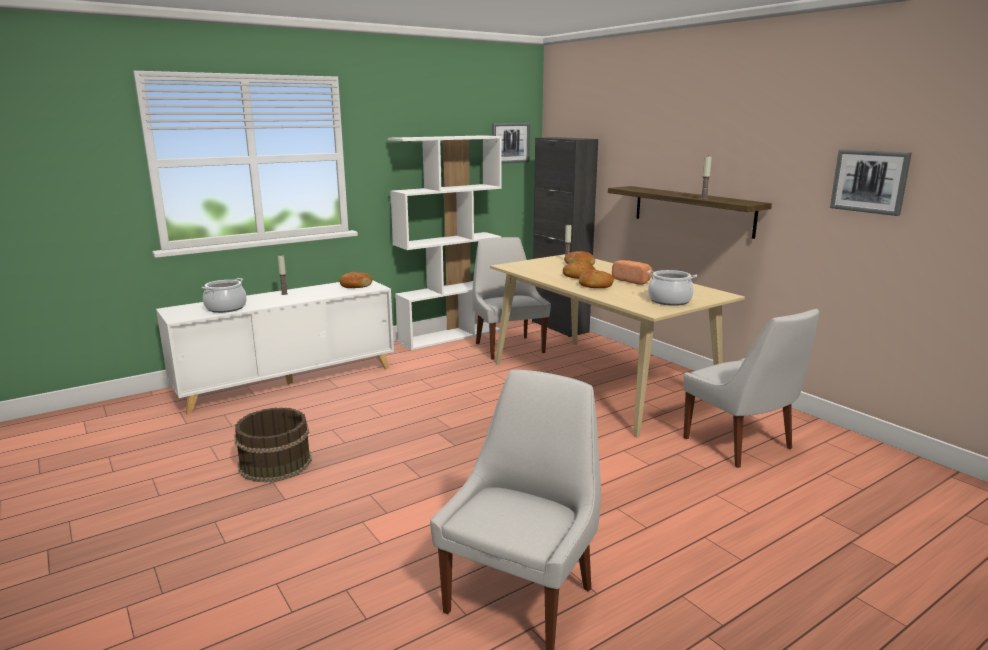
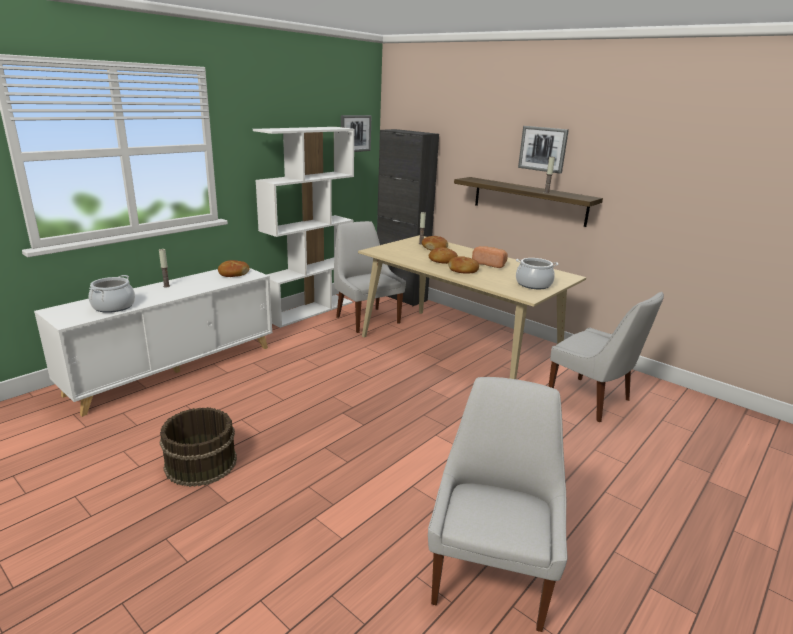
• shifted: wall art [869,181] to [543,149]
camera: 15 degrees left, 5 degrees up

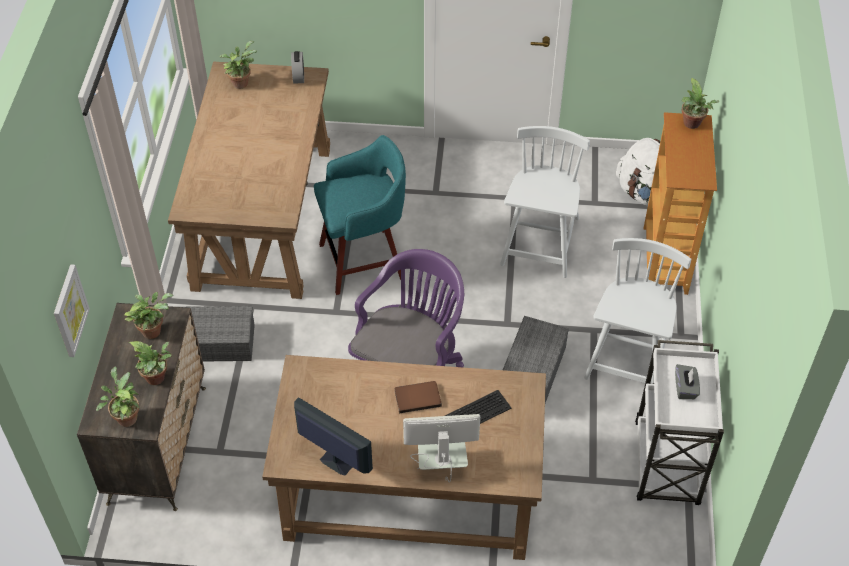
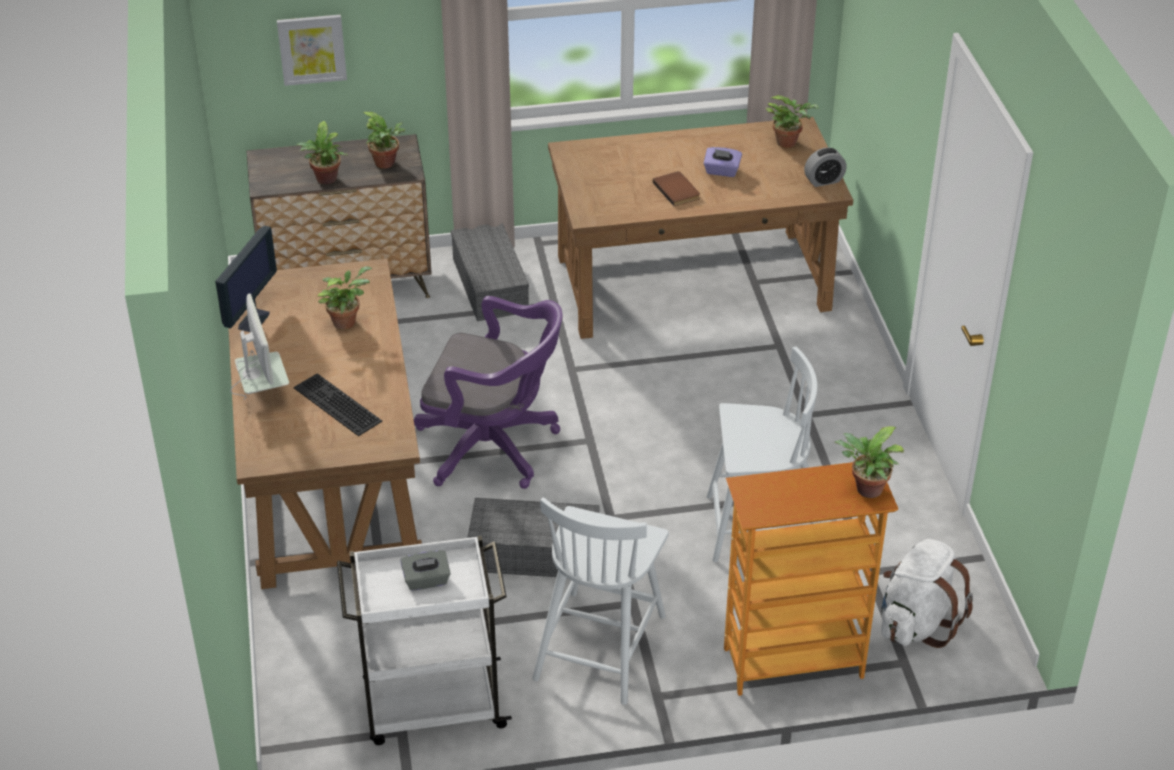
• gone: stool (turquoise-coloured) [364,261]
• rotated: upright chair (white-coloured) [629,356] = [600,645] 105 degrees clockwise
• shifted: houseplant [125,417] to [346,321]
• shifted: bound book (brown-coloured) [417,397] to [678,190]
• new: box of tissues (purple) [721,171]
camera: 75 degrees right, 10 degrees down

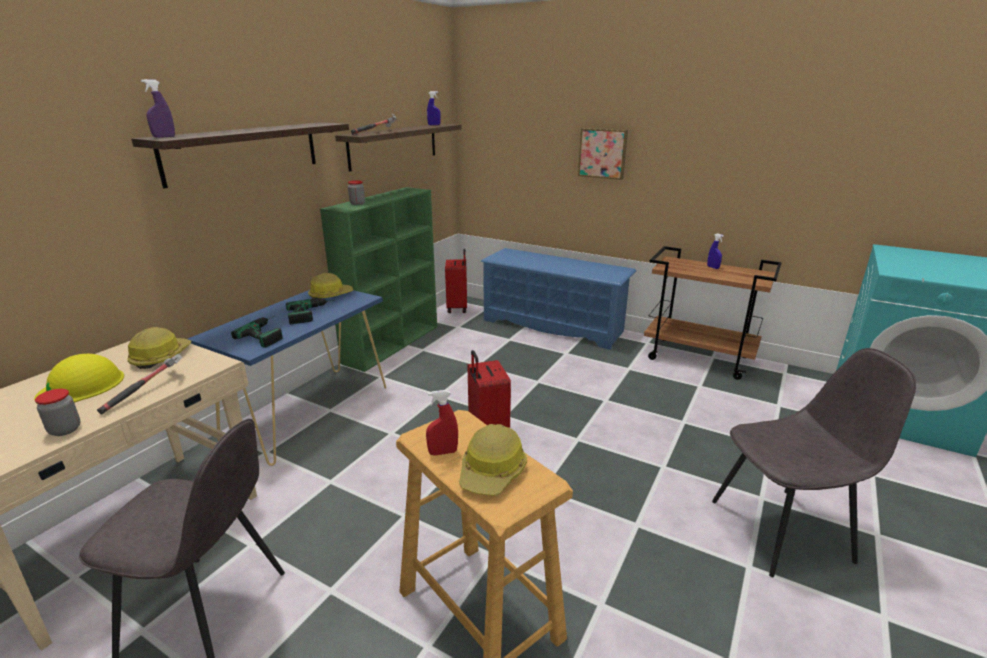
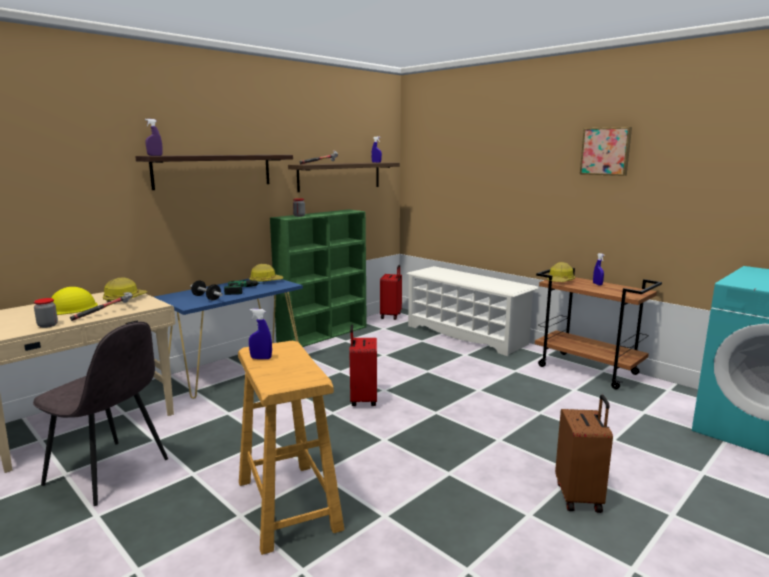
• shifted: wall art [603,153] to [606,151]
• repainted: shoe shelf (blue-coloured) [553,326] to shoe shelf (white-coloured) [467,335]
• swapped: power drill [268,333] to hand weight [206,298]
• swapped: upright chair (gray) [783,530] to travel case (brown-coloured) [580,497]
• repainted: spray bottle (reddish) [443,452] to spray bottle (blue-coloured) [261,358]
• shifted: safety helmet [492,472] to [560,281]
camera: 15 degrees right, 10 degrees down

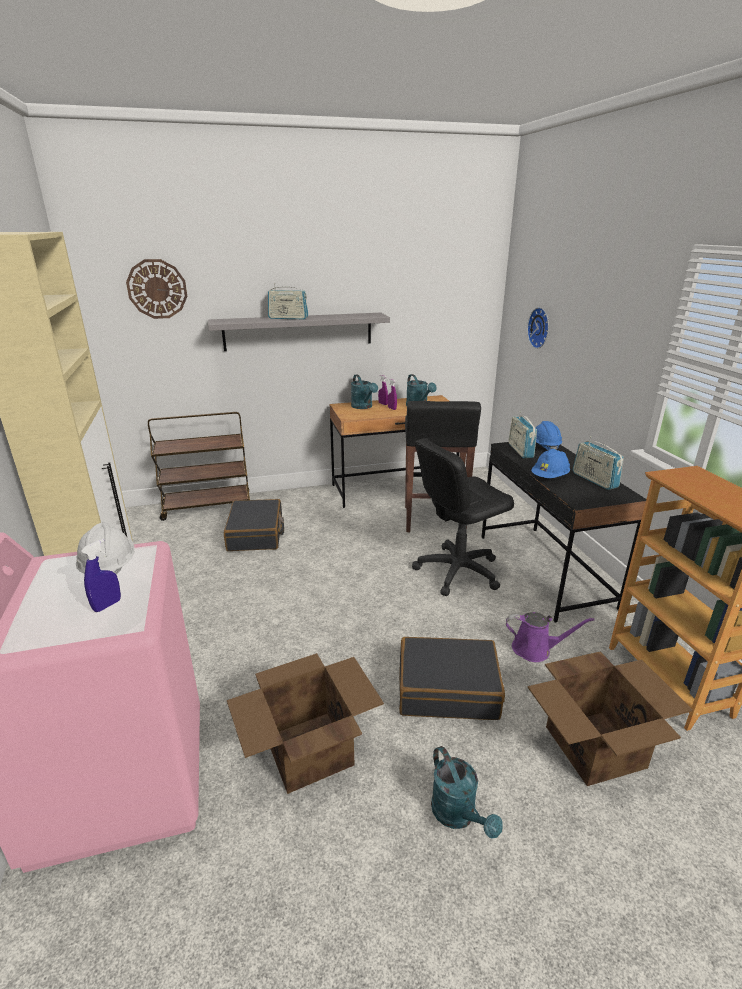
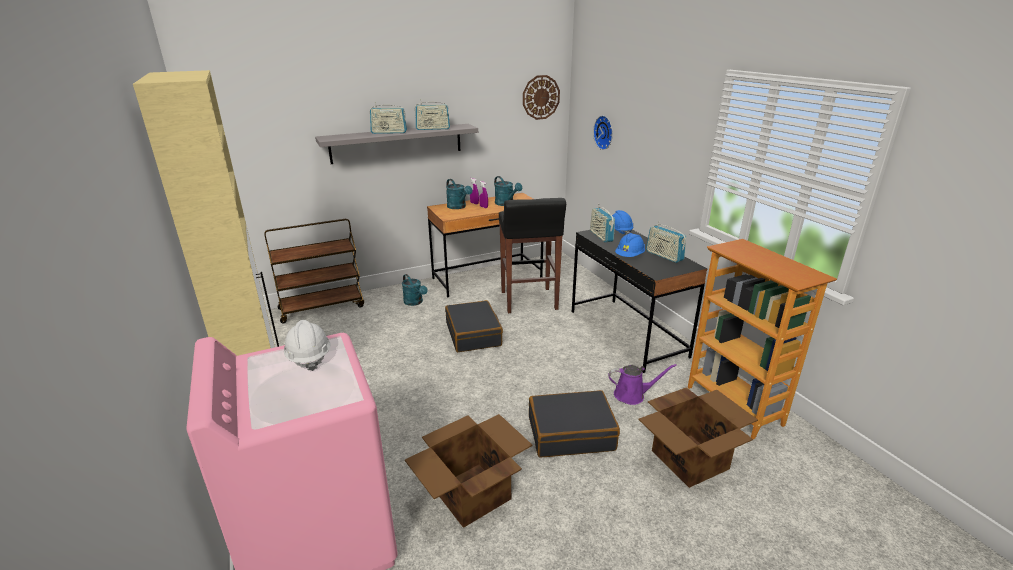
• shifted: hanging clock [157,289] to [541,97]
• gone: computer chair (black-coloured) [457,571]
• shifted: travel case (black-coloured) [256,534] to [473,334]
• gone: spray bottle (blue-coloured) [107,605]
• shifted: watering can (turquoise-coloured) [458,815] to [415,302]
• new: radio [433,129]
camera: 10 degrees left, 0 degrees up

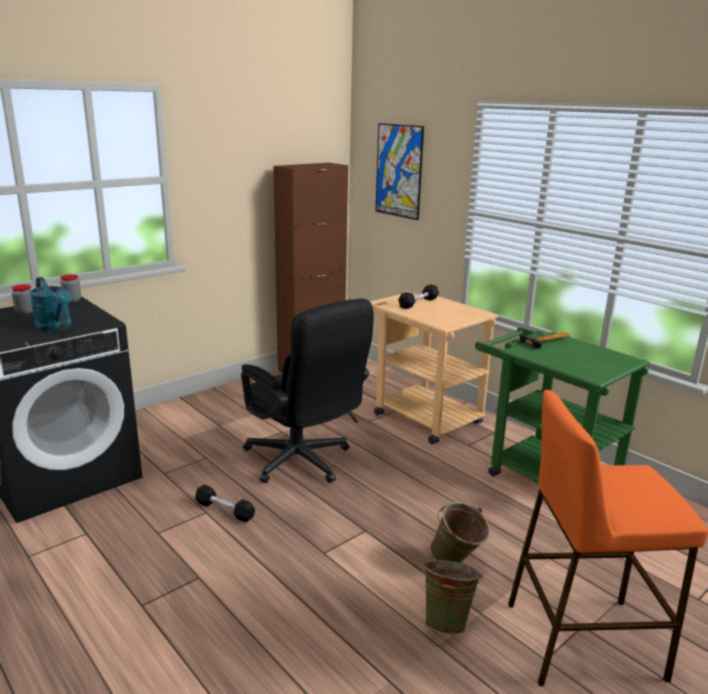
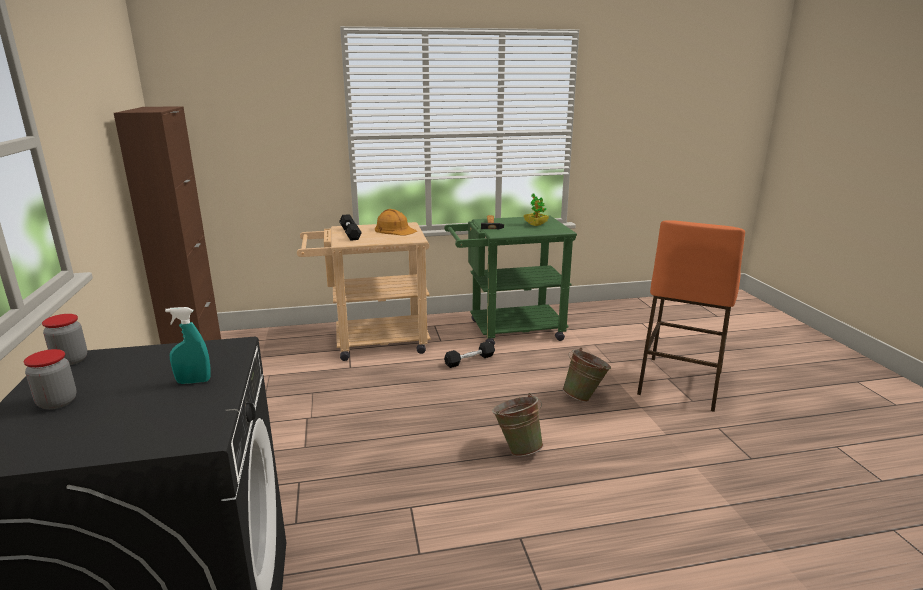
• gone: wall art [399,171]
• swapped: watering can (turquoise-coloured) [56,327] to spray bottle (turquoise-coloured) [193,381]
• gone: computer chair (black-coloured) [303,463]
• shifted: hand weight (black-coloured) [224,510] to [469,360]
• shifted: pail (greenish) [447,620] to [517,448]
• new: houseplant [535,224]
• new: safety helmet (orangey) [395,230]
camera: 60 degrees left, 0 degrees up

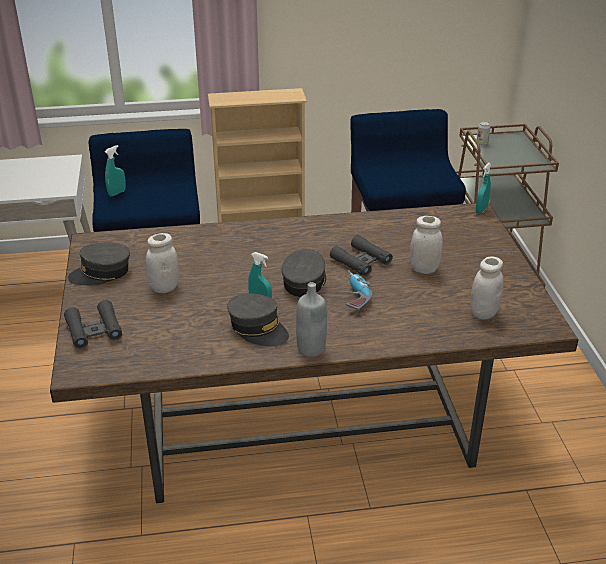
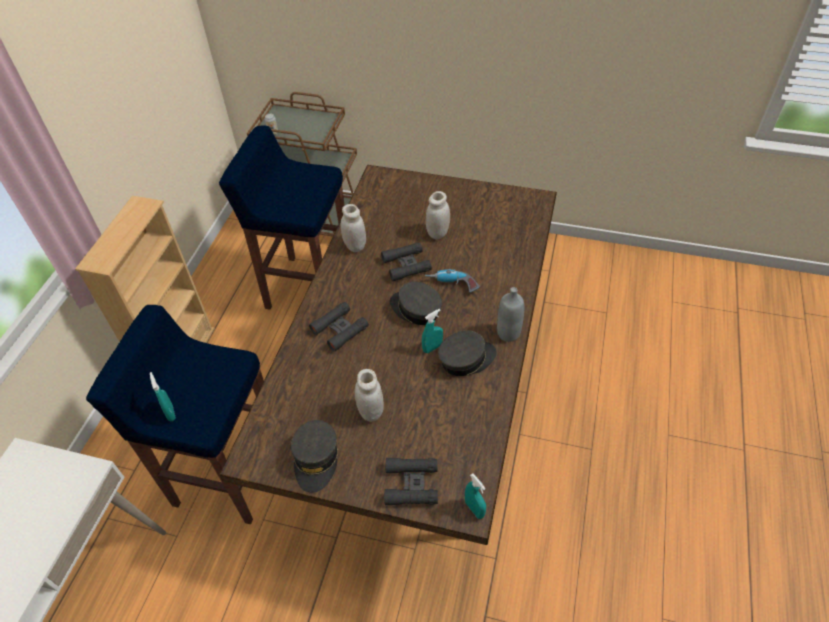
• shifted: spray bottle (turquoise-coloured) [481,210] to [474,509]
• shifted: storage jar (white-coloured) [483,313] to [355,246]
• new: binoculars (black-coloured) [339,329]
camera: 65 degrees left, 15 degrees up

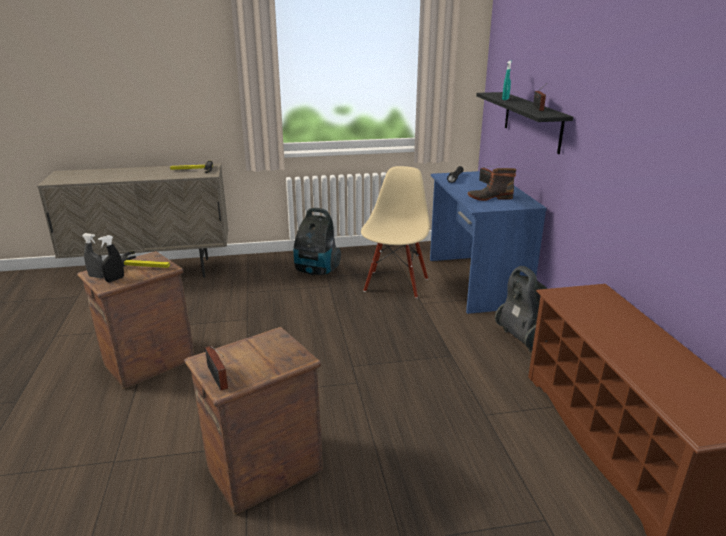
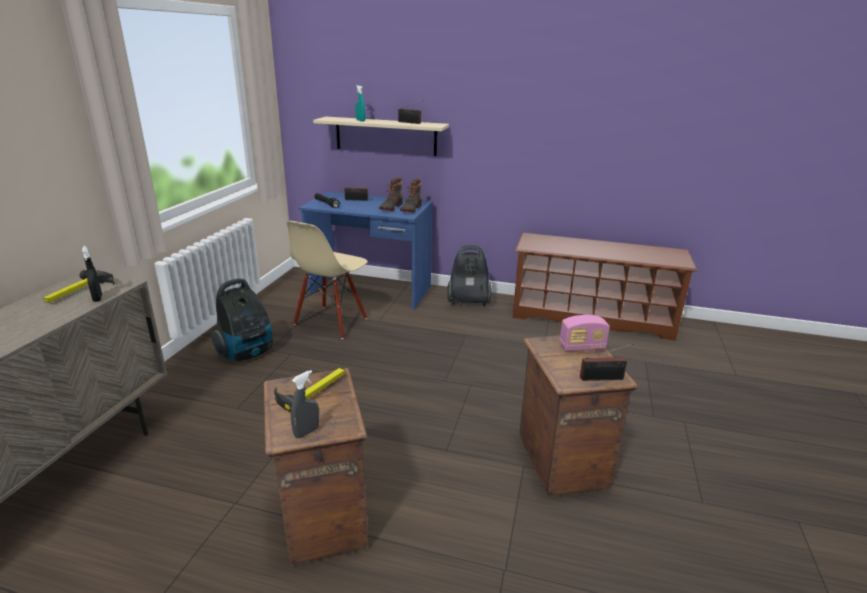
• repainted: shelf (black-coloured) [532,121] to shelf (beige) [385,136]
• rotated: upright chair (beige) [395,284] = [331,322] 105 degrees counterclockwise
• shifted: spray bottle (black-coloured) [115,279] to [97,298]
• new: boot [410,209]
• new: radio [582,347]
camera: 65 degrees left, 0 degrees up

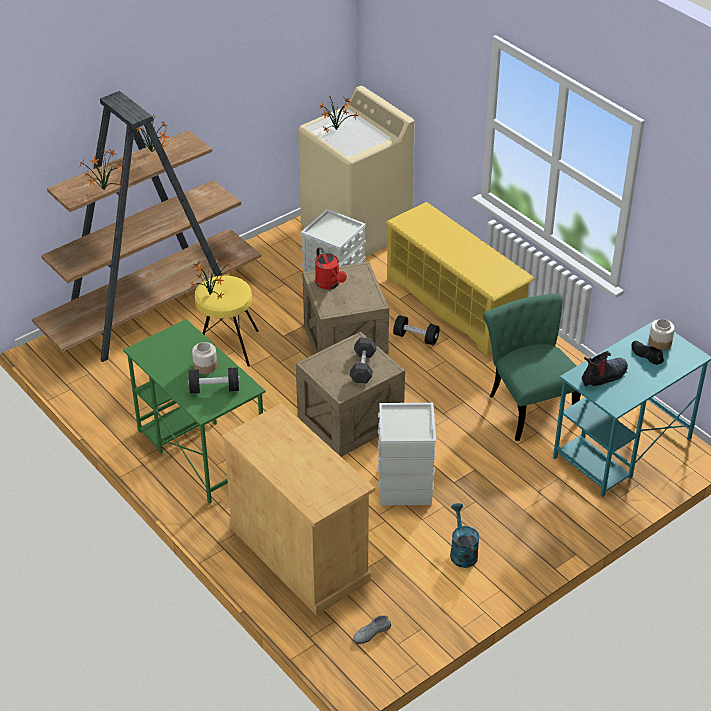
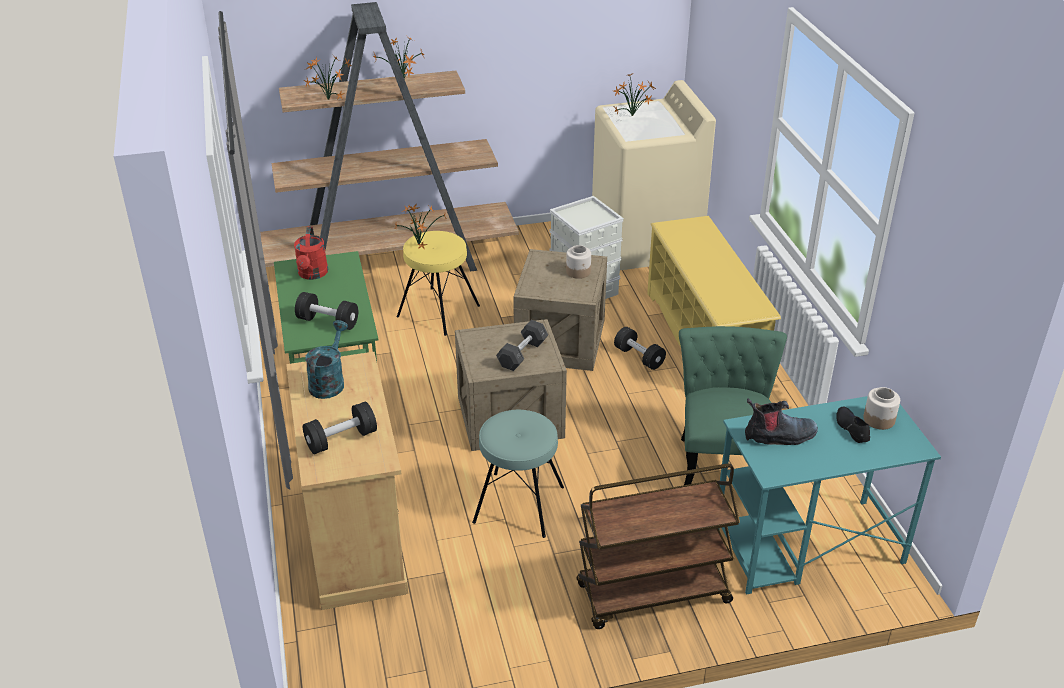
• shifted: watering can (reddish) [330,284] to [312,274]
• shifted: storage jar [205,366] to [578,272]
• swapped: storage box (gray) [404,487] to stool (turquoise-coloured) [519,504]
• shifted: watering can (turquoise-coloured) [462,551] to [329,382]
• gone: shoe (gray) [371,633]
• new: hand weight (black-coloured) [341,439]
• new: cart (brown-coloured) [652,595]
camera: 25 degrees right, 5 degrees down

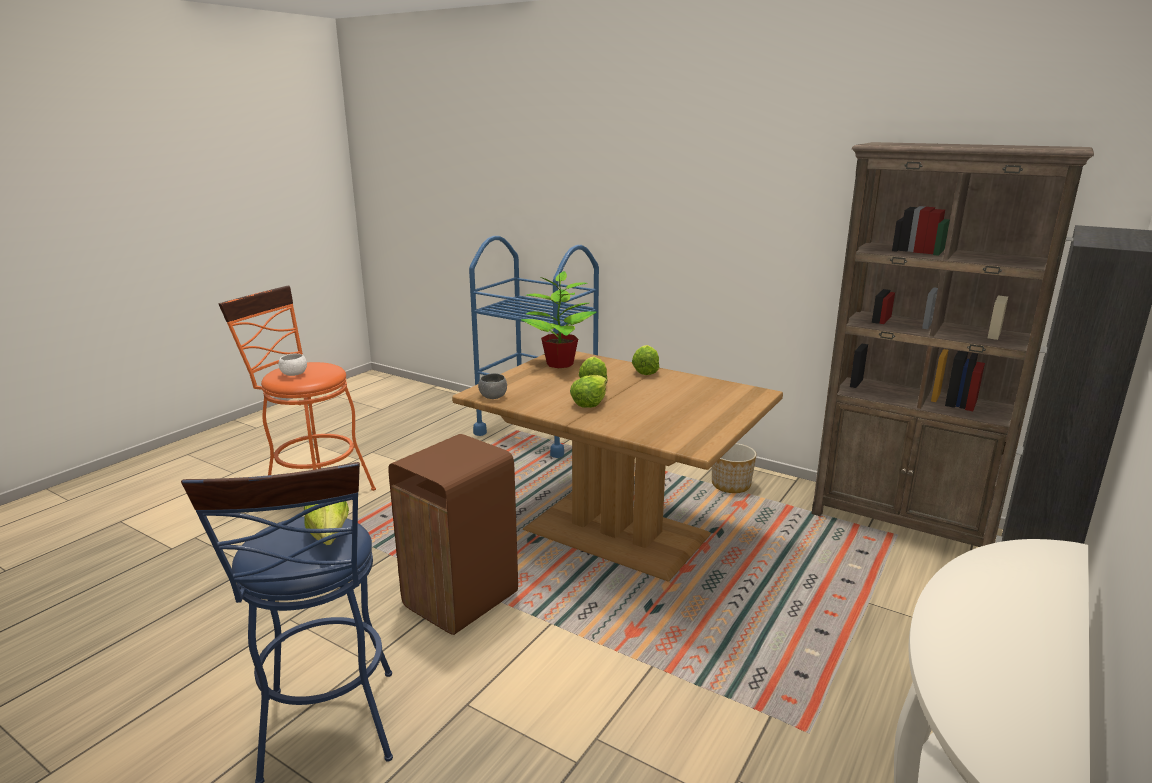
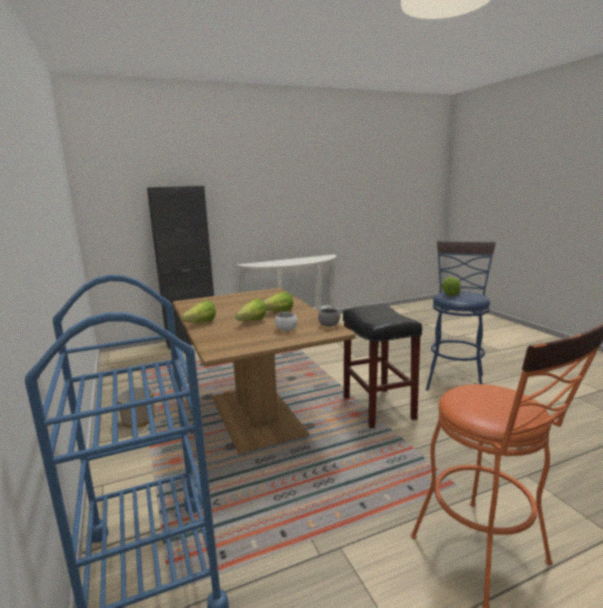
• gone: shelving unit (brown-coloured) [903,523]
• gone: houseplant [559,364]
• shifted: deep dish (white-coloured) [294,374] to [286,330]
• swapped: rubbish bin (brown-coloured) [459,599] to stool (black-coloured) [379,408]
camera: 145 degrees left, 5 degrees down

